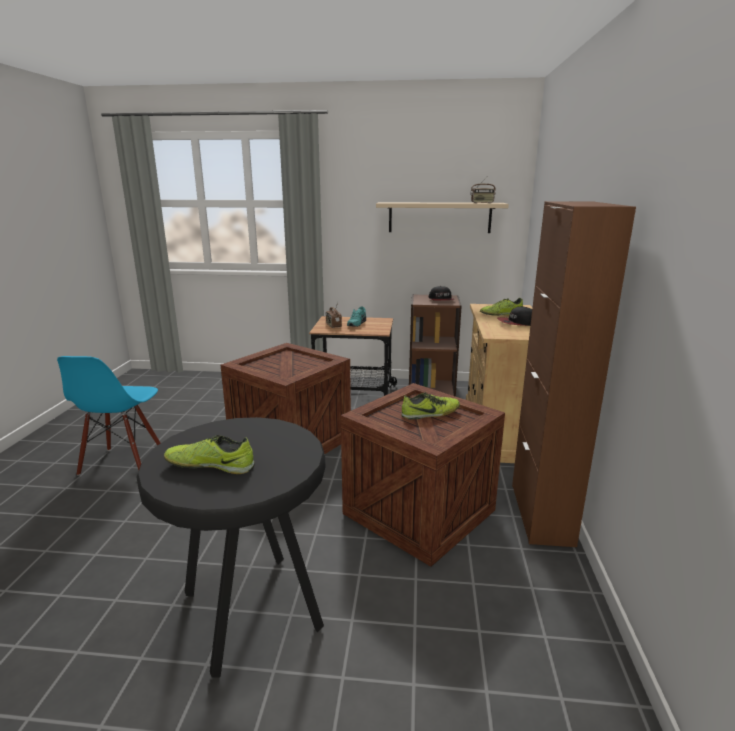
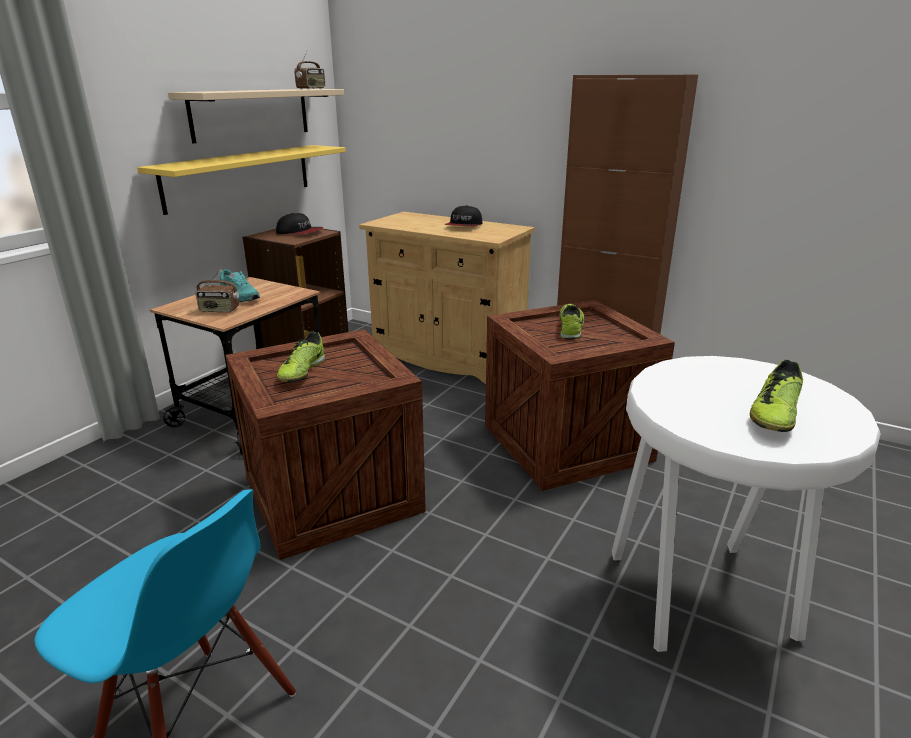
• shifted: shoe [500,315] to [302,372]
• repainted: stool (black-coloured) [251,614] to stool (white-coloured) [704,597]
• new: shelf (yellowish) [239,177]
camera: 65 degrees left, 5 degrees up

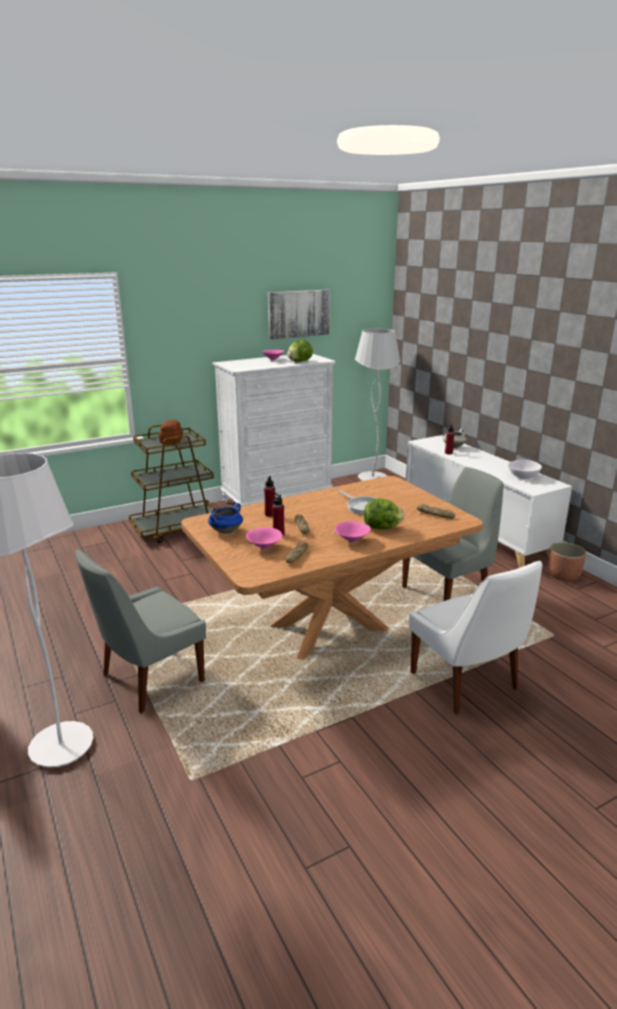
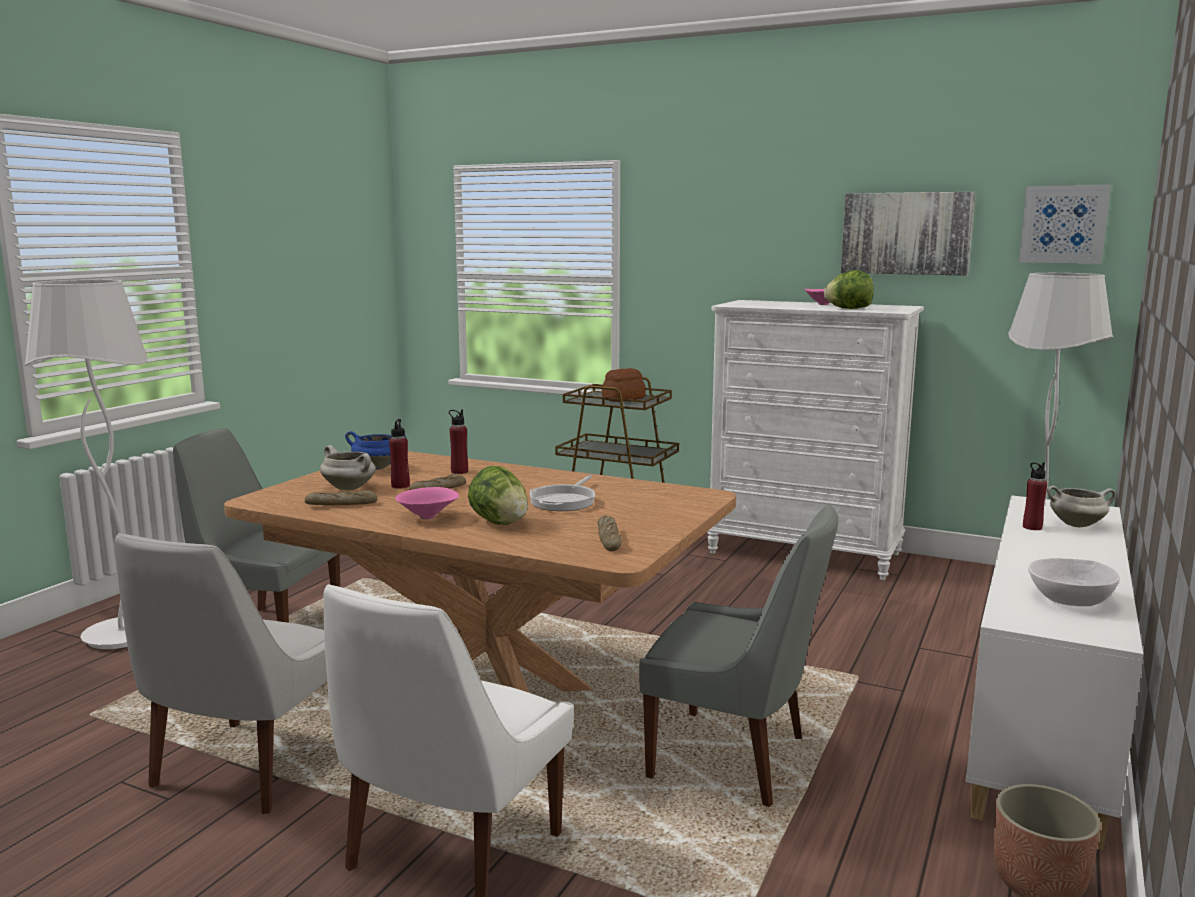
• swapped: deep dish (pink-coloured) [264,547] to stockpot (white-coloured) [350,488]
• new: wall art [1063,224]
• new: upright chair (white-coloured) [244,770]
camera: 55 degrees right, 10 degrees down

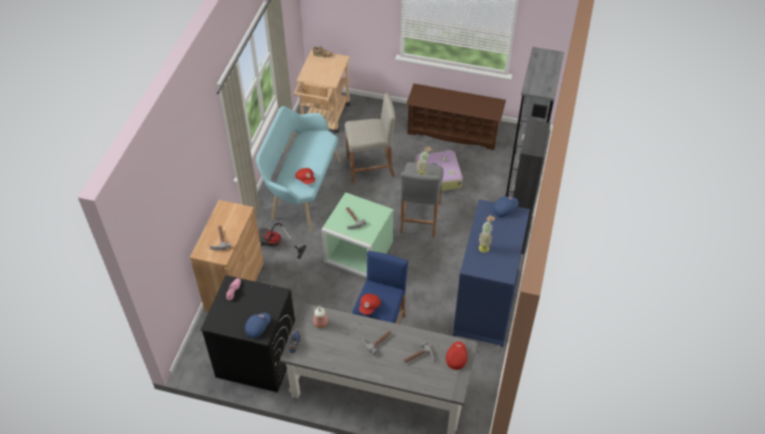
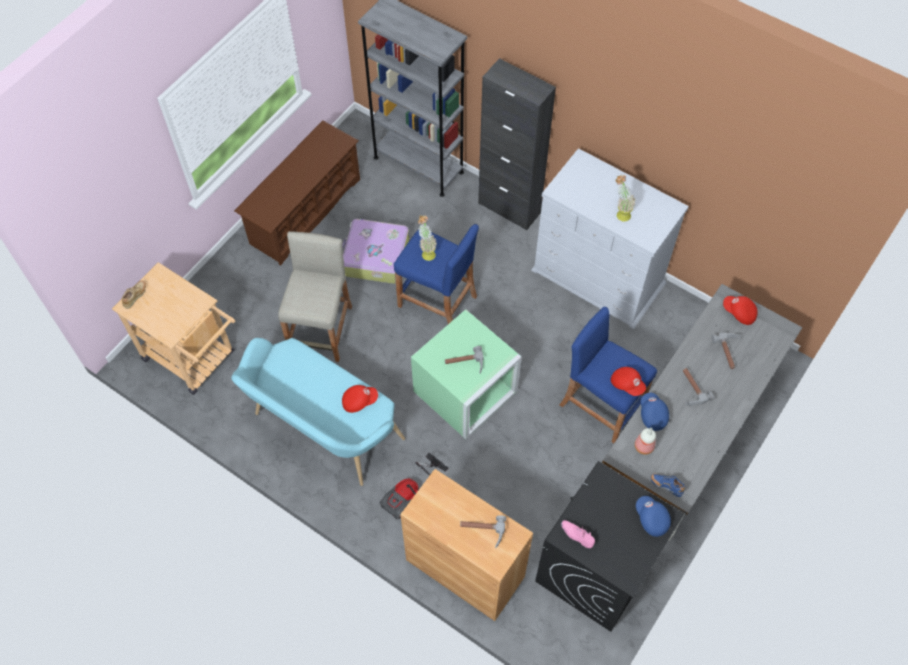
• repainted: stool (gray) [419,218] to stool (blue-coloured) [437,301]
• shifted: peaked cap (blue-coloured) [505,209] to [652,414]
• repainted: drawer chest (blue-coloured) [486,303] to drawer chest (white-coloured) [598,277]
camera: 70 degrees left, 10 degrees up

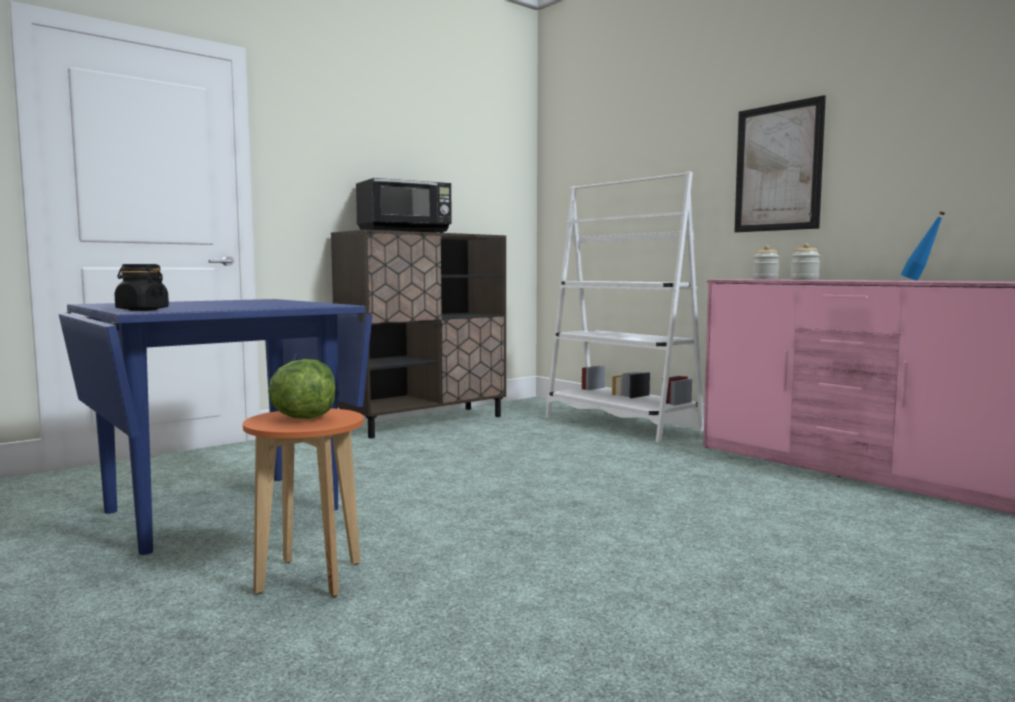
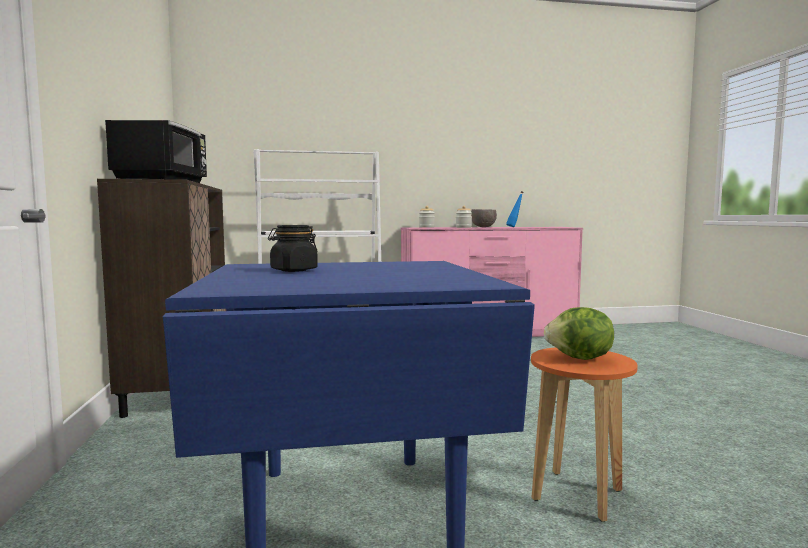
• gone: wall art [778,168]
• shifted: storage jar (black-coloured) [142,310] to [293,270]
• new: deep dish (brown-coloured) [483,227]
camera: 60 degrees left, 0 degrees up

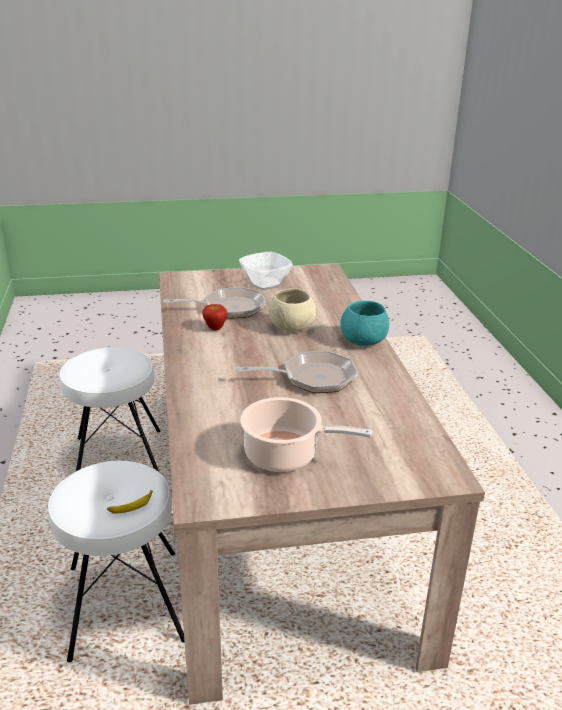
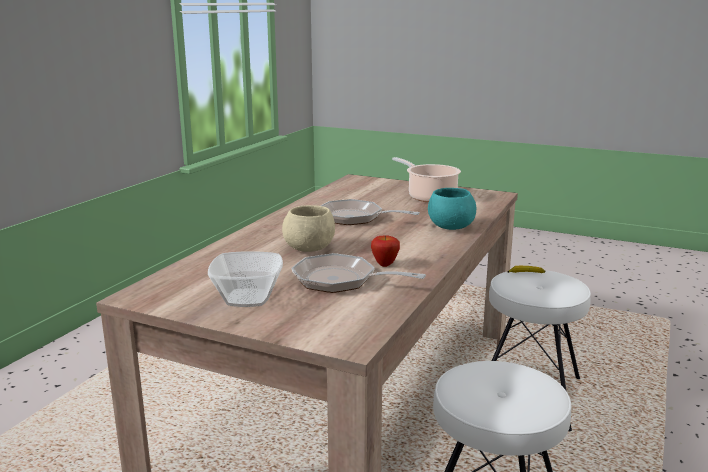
• shifted: deep dish (turquoise-coloured) [363,341] to [450,227]
camera: 145 degrees left, 10 degrees down

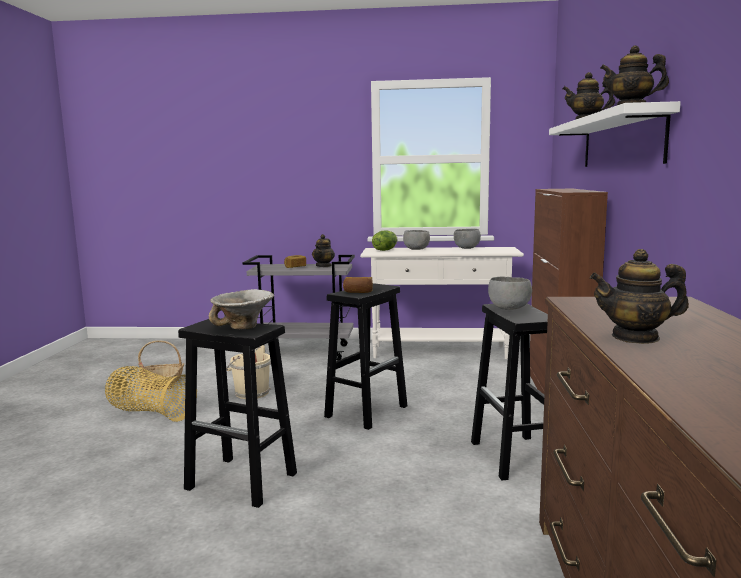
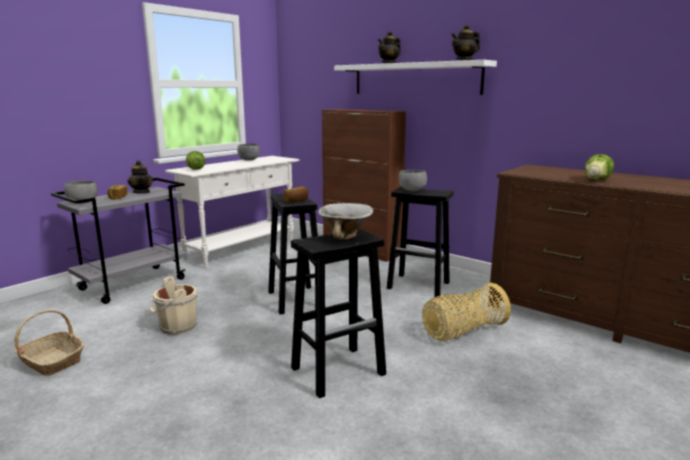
• shifted: deep dish (gray) [416,249] to [82,203]
• swapped: teapot [635,337] to lettuce [597,180]
• shifted: household basket [150,413] to [462,332]
camera: 55 degrees left, 5 degrees up

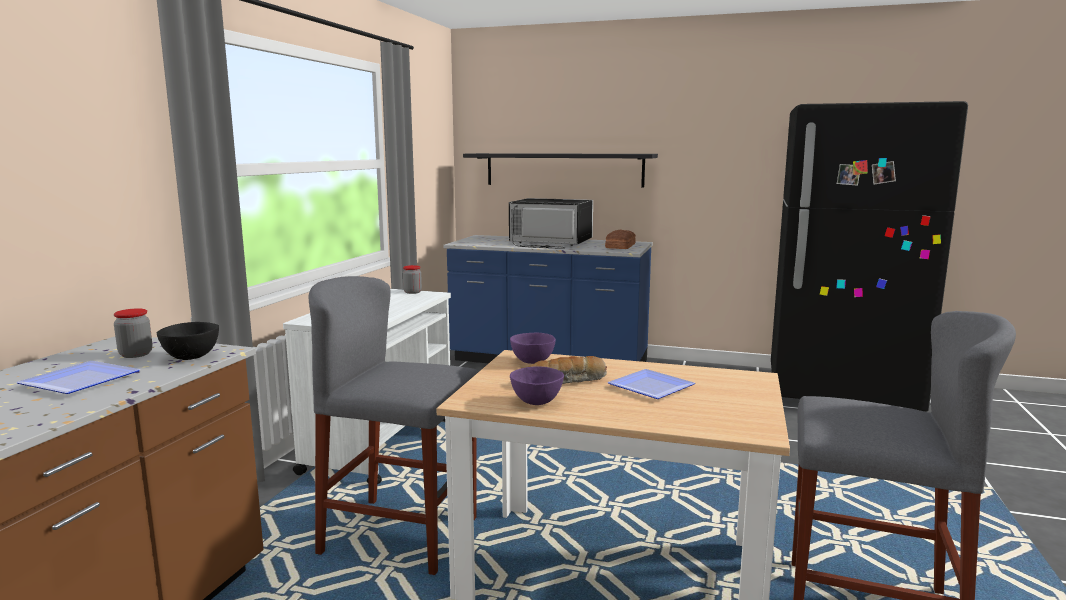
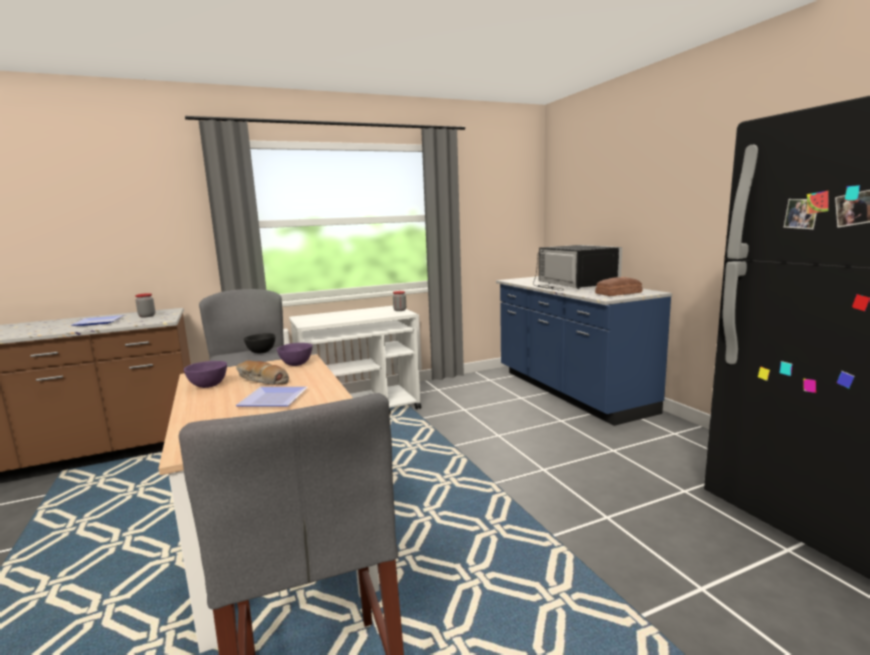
• gone: shelf (black-coloured) [563,169]
• shifted: deep dish (black-coloured) [192,357] to [261,352]
camera: 50 degrees right, 0 degrees up

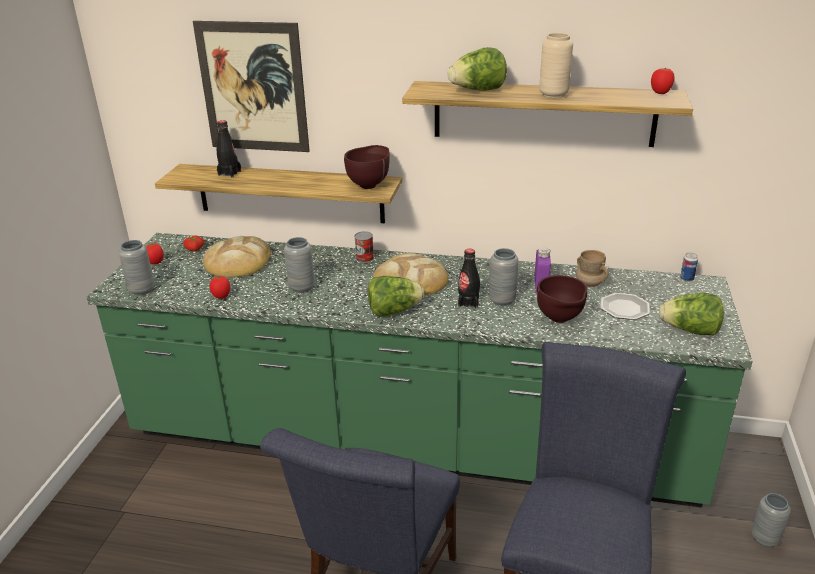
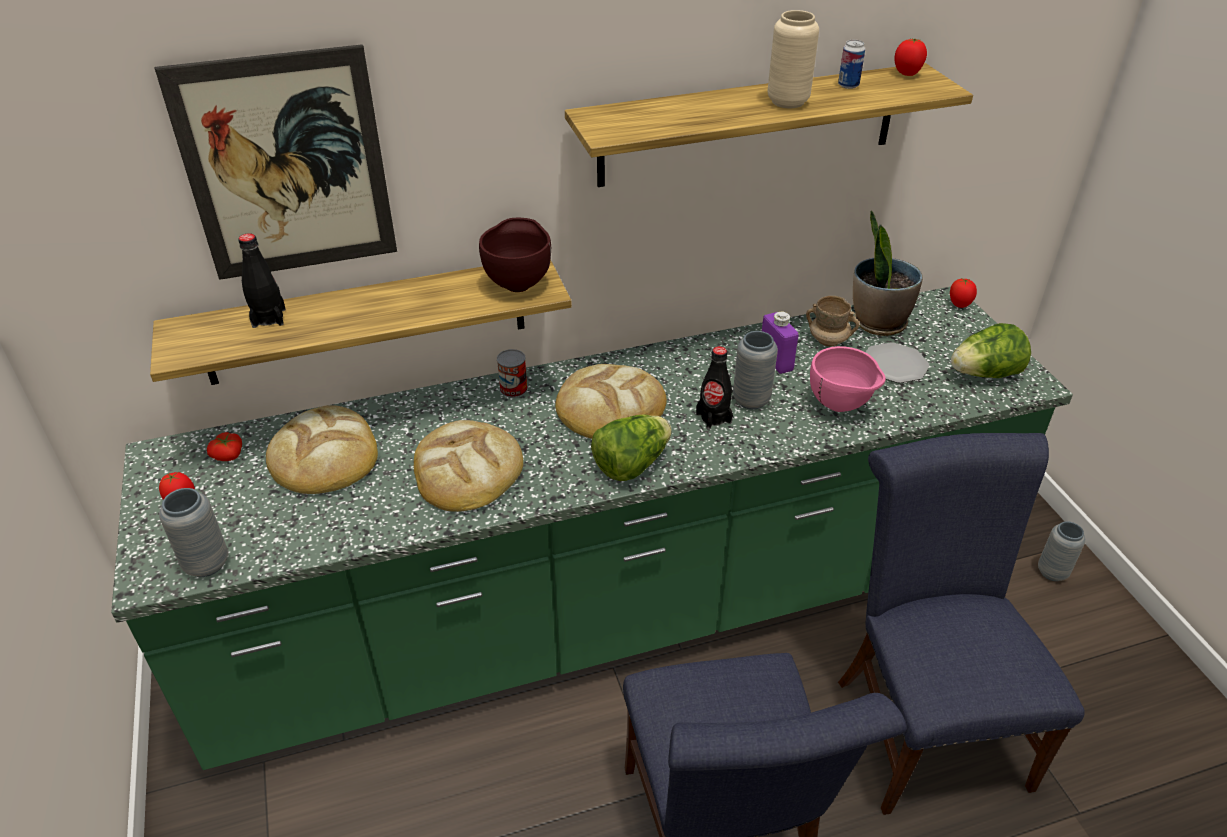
• gone: lettuce [478,90]
• swapped: decorative vase (gray) [301,287] to bakery bread [467,470]
• shifted: sealed can [686,279] to [848,85]
• repainted: deep dish (brown-coloured) [560,320] to deep dish (pink-coloured) [841,407]
• shifted: tomato [222,297] to [959,305]
• new: houseplant [878,322]
camera: 30 degrees left, 10 degrees up

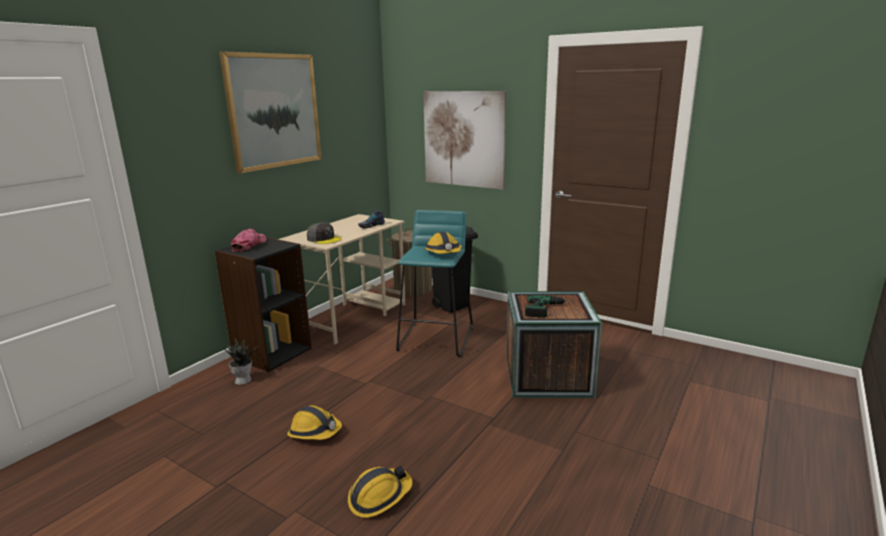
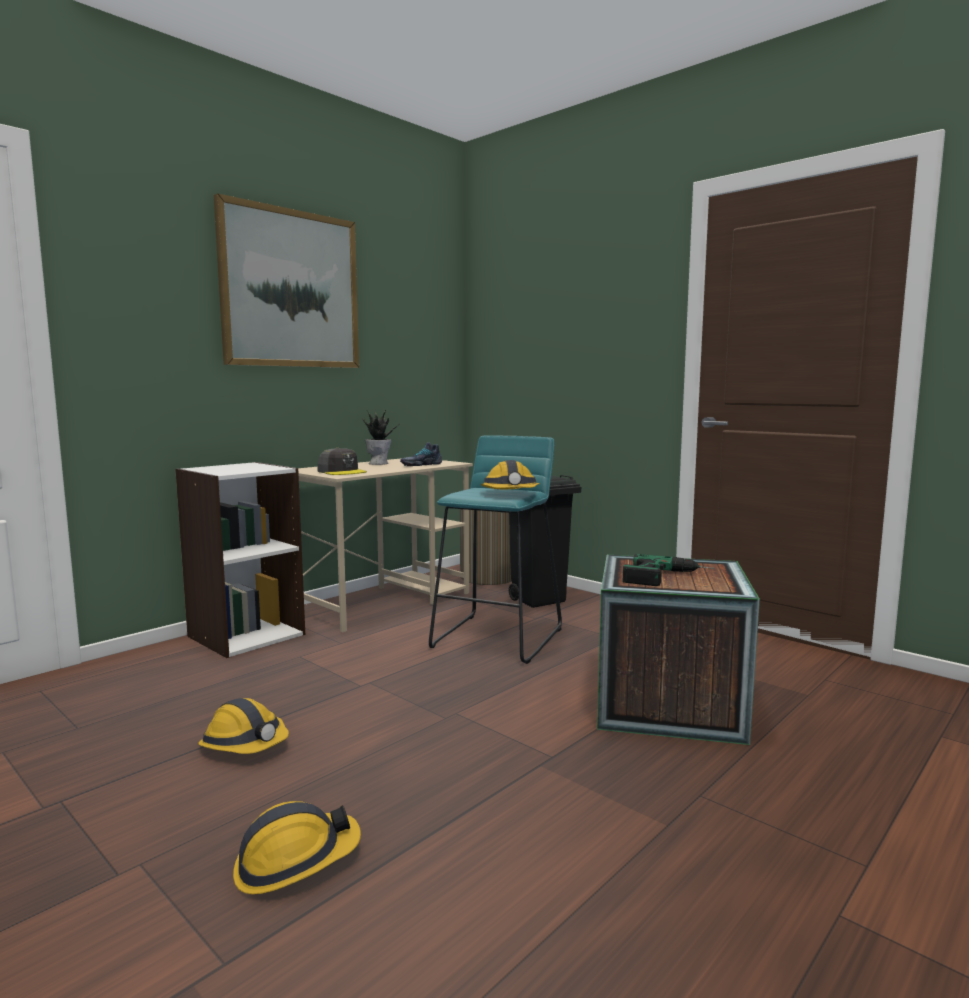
• gone: wall art [464,139]
• gone: peaked cap [249,245]
• repainted: shelving unit (black-coloured) [271,352] to shelving unit (white-coloured) [246,635]
• shifted: houseplant [243,380] to [379,463]
camera: 10 degrees right, 10 degrees down

